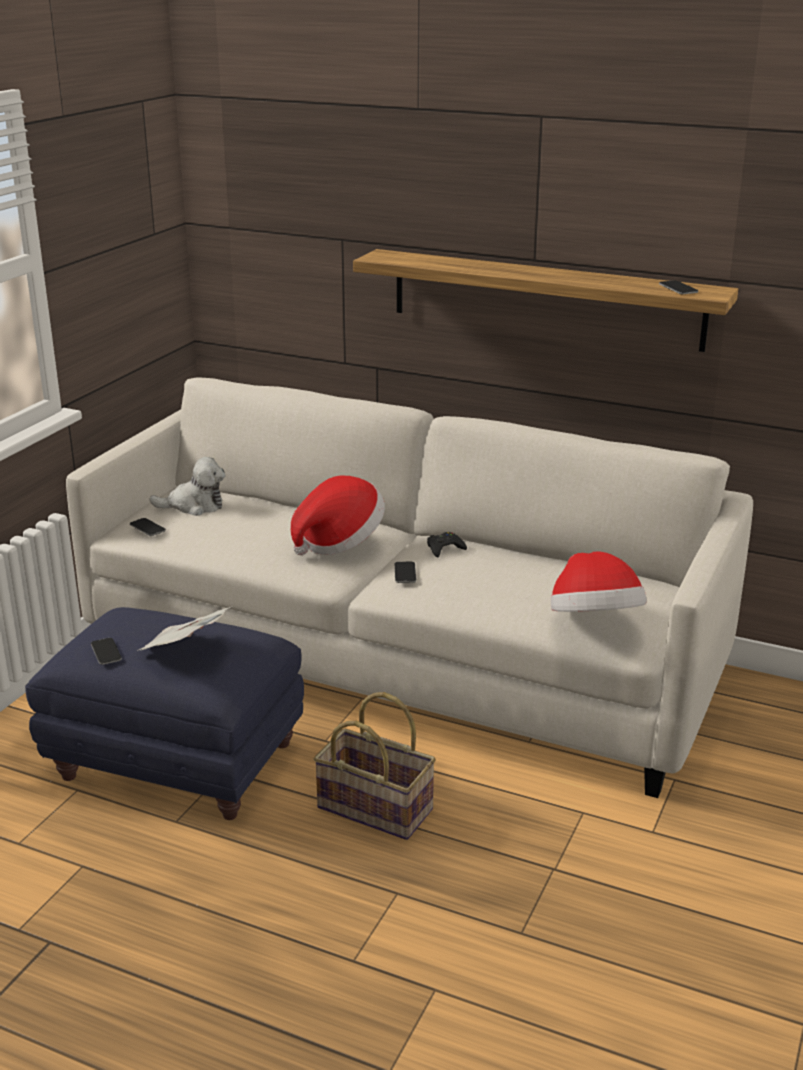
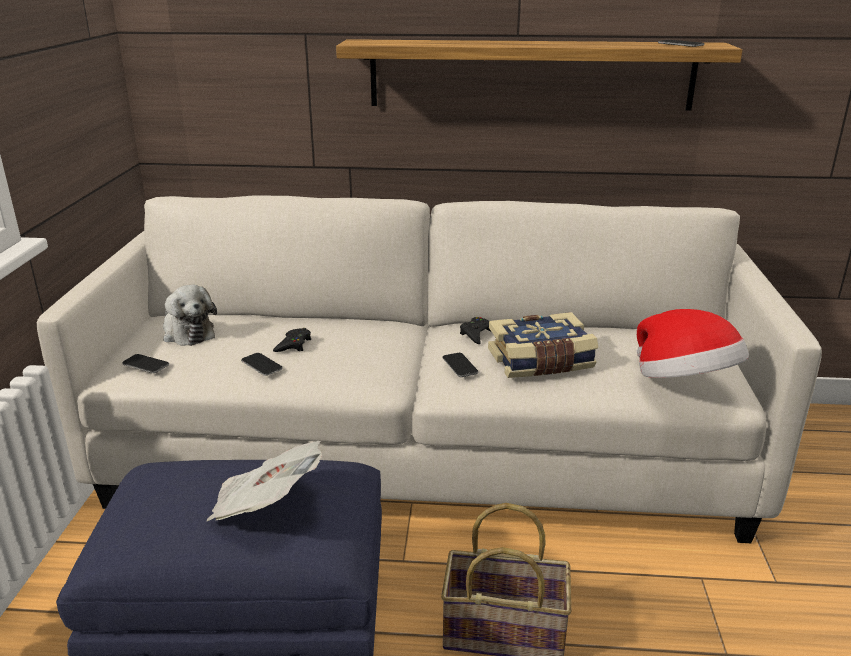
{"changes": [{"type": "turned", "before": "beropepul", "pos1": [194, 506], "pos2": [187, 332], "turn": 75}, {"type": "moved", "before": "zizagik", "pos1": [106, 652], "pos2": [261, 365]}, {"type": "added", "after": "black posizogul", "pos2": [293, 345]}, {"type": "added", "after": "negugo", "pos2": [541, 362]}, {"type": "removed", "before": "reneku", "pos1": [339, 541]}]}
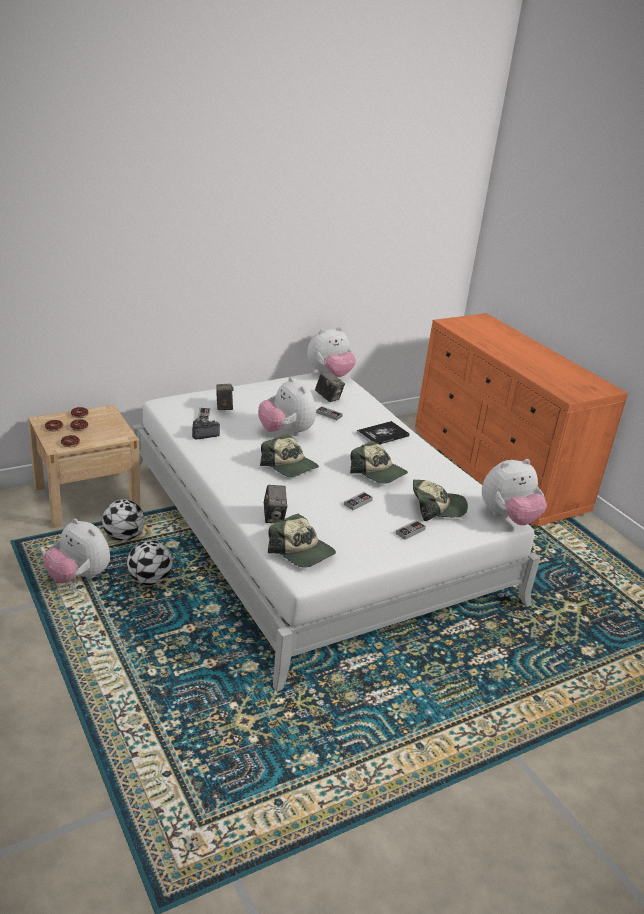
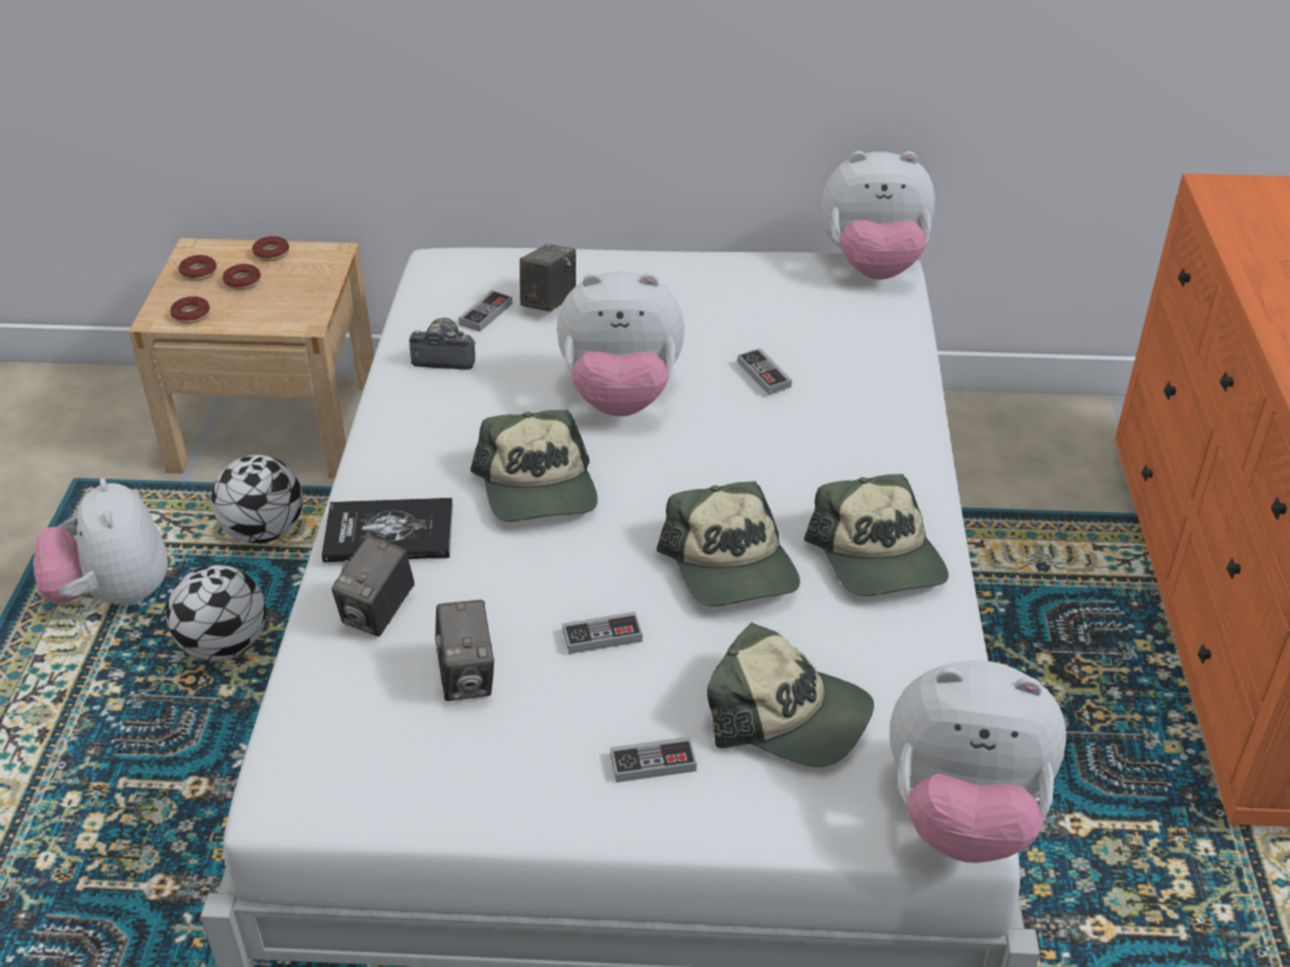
{"changes": [{"type": "moved", "before": "negugo", "pos1": [382, 434], "pos2": [389, 533]}, {"type": "moved", "before": "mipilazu", "pos1": [328, 397], "pos2": [467, 677]}, {"type": "turned", "before": "beropepul", "pos1": [286, 432], "pos2": [621, 397], "turn": -90}, {"type": "moved", "before": "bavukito", "pos1": [301, 551], "pos2": [879, 558]}]}
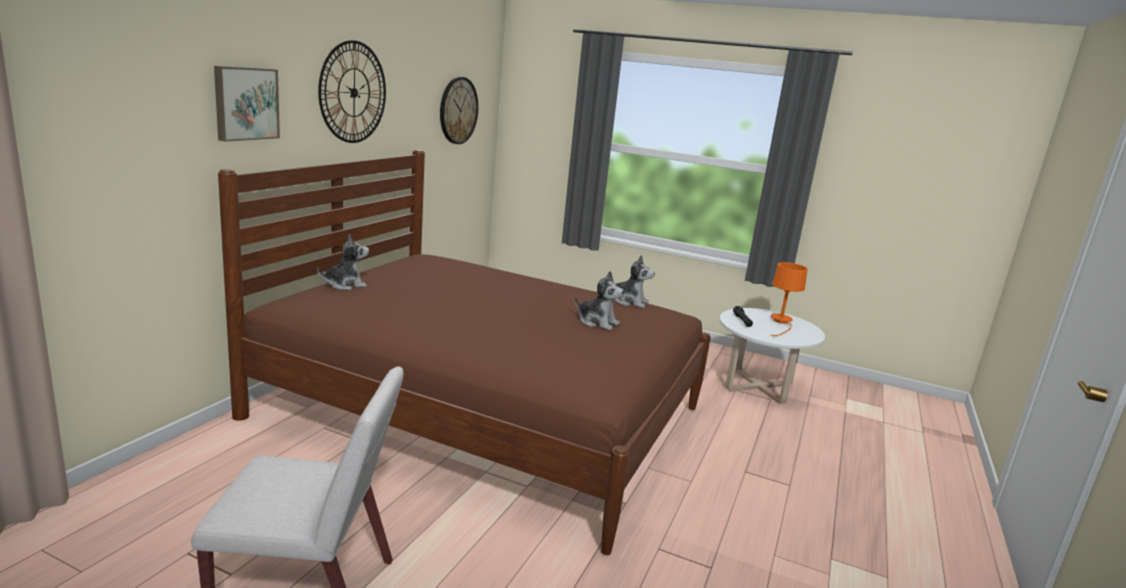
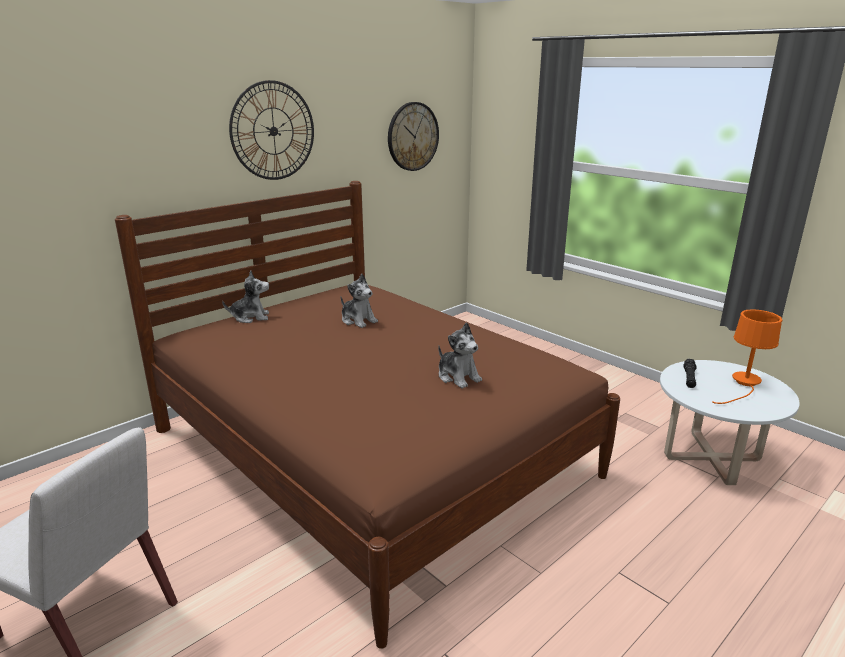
{"changes": [{"type": "moved", "before": "beropepul", "pos1": [629, 302], "pos2": [358, 320]}, {"type": "removed", "before": "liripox", "pos1": [245, 103]}]}
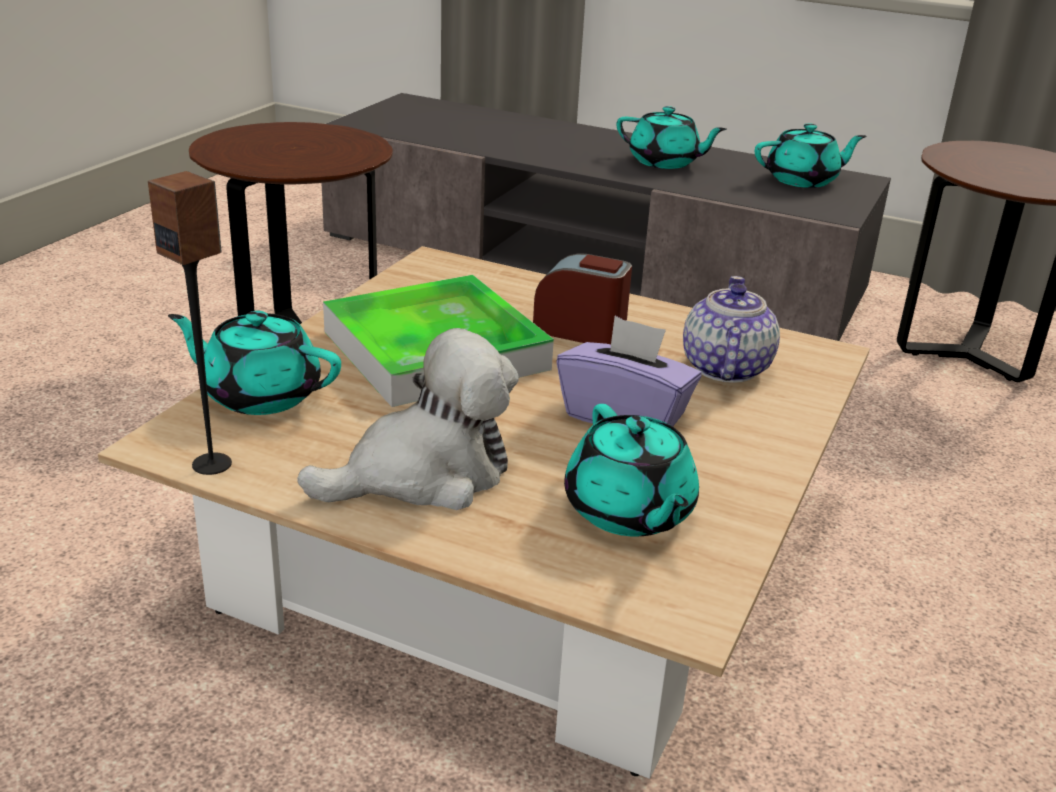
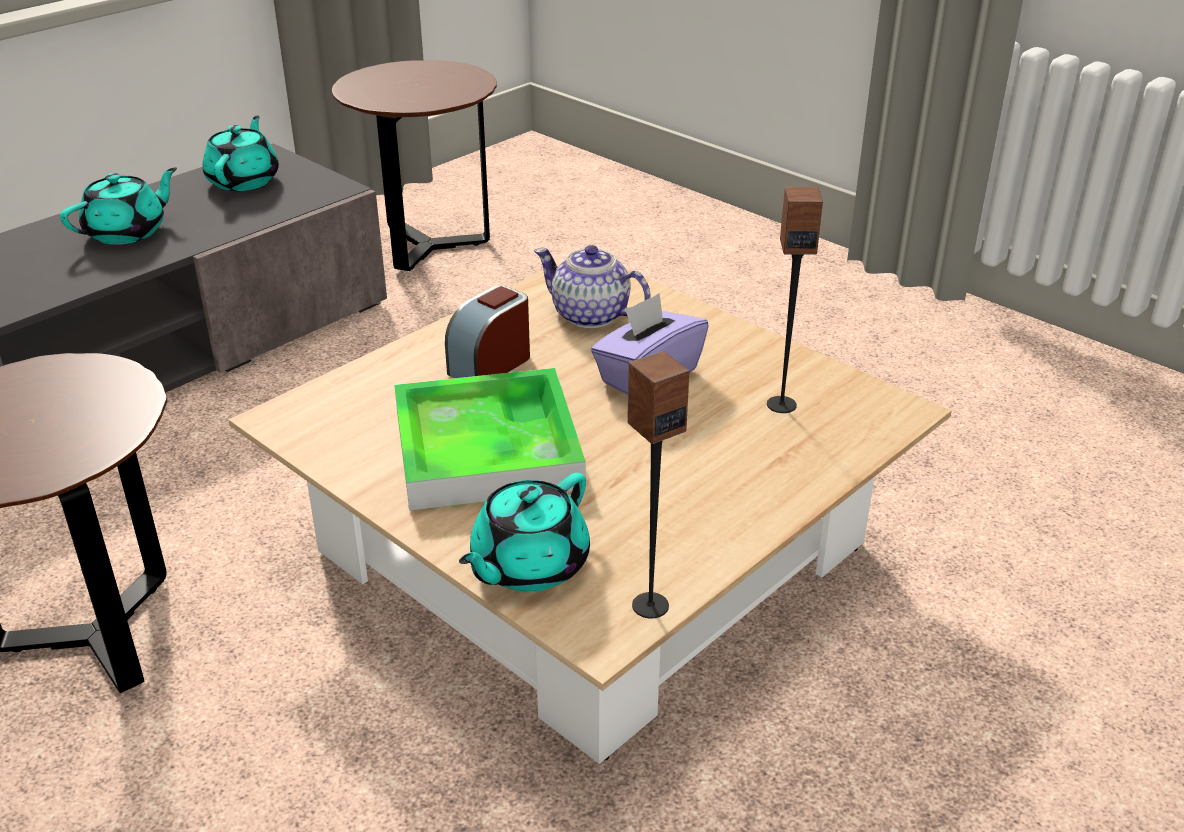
{"changes": [{"type": "replaced", "before": "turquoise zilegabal", "after": "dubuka", "pos1": [629, 512], "pos2": [781, 404]}, {"type": "removed", "before": "beropepul", "pos1": [424, 475]}]}
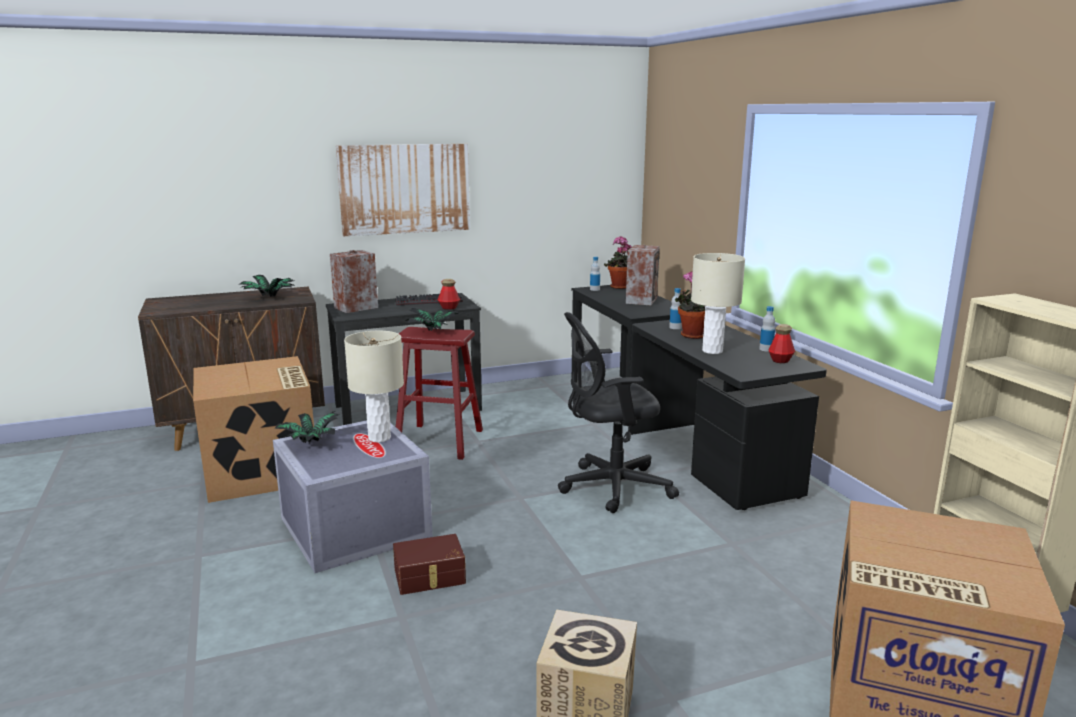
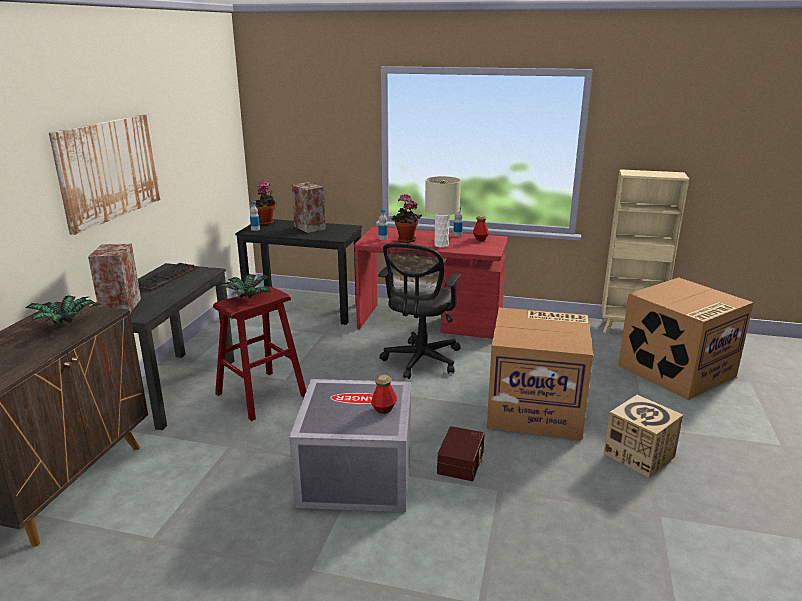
{"changes": [{"type": "recoloured", "before": "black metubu", "after": "red metubu", "pos1": [711, 463], "pos2": [430, 323]}, {"type": "moved", "before": "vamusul", "pos1": [449, 308], "pos2": [384, 409]}, {"type": "moved", "before": "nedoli", "pos1": [263, 471], "pos2": [536, 408]}, {"type": "removed", "before": "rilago", "pos1": [309, 444]}, {"type": "removed", "before": "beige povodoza", "pos1": [379, 438]}]}
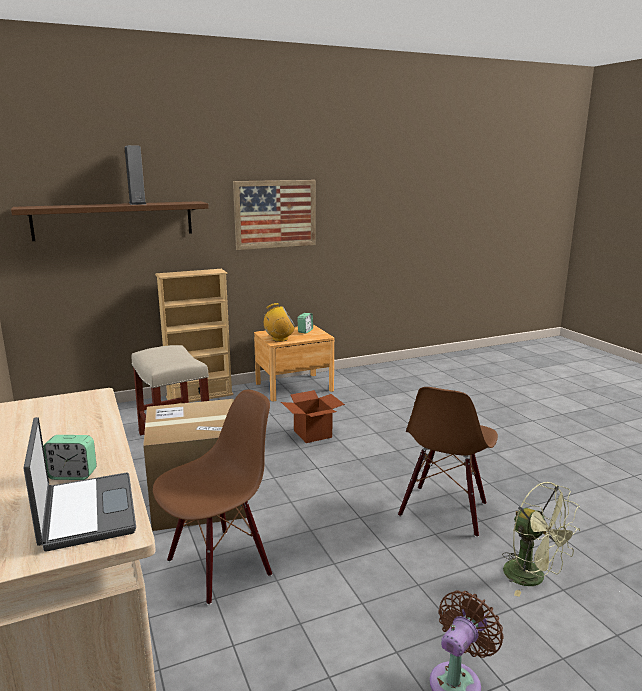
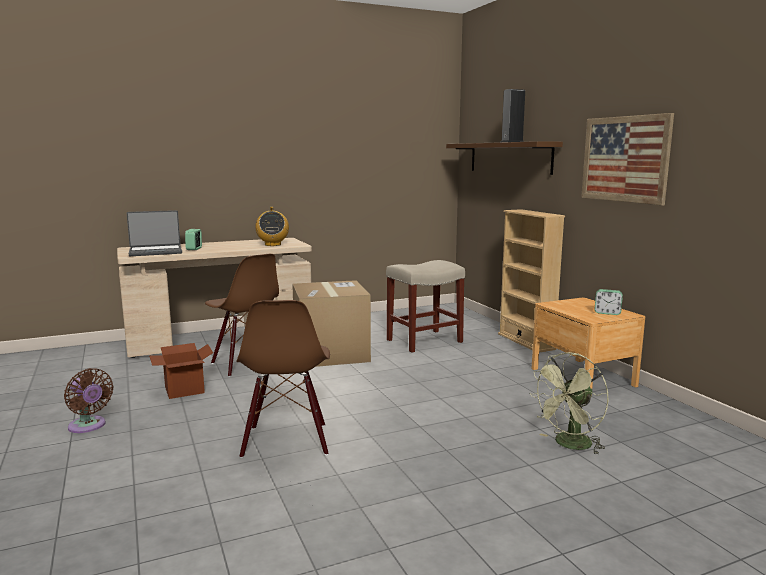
{"changes": [{"type": "moved", "before": "nedoli", "pos1": [312, 434], "pos2": [184, 390]}, {"type": "turned", "before": "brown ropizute", "pos1": [444, 510], "pos2": [286, 441], "turn": -120}, {"type": "moved", "before": "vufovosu", "pos1": [279, 339], "pos2": [272, 244]}, {"type": "moved", "before": "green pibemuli", "pos1": [533, 578], "pos2": [569, 445]}]}
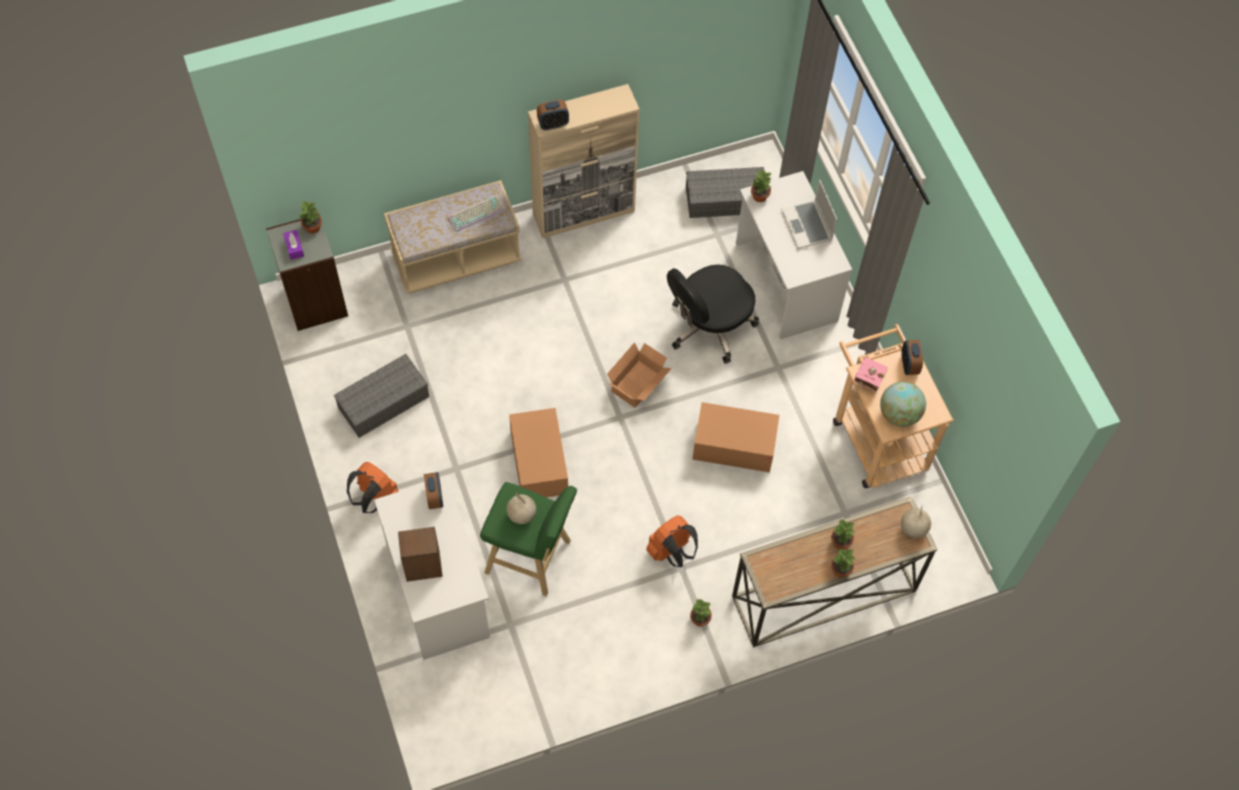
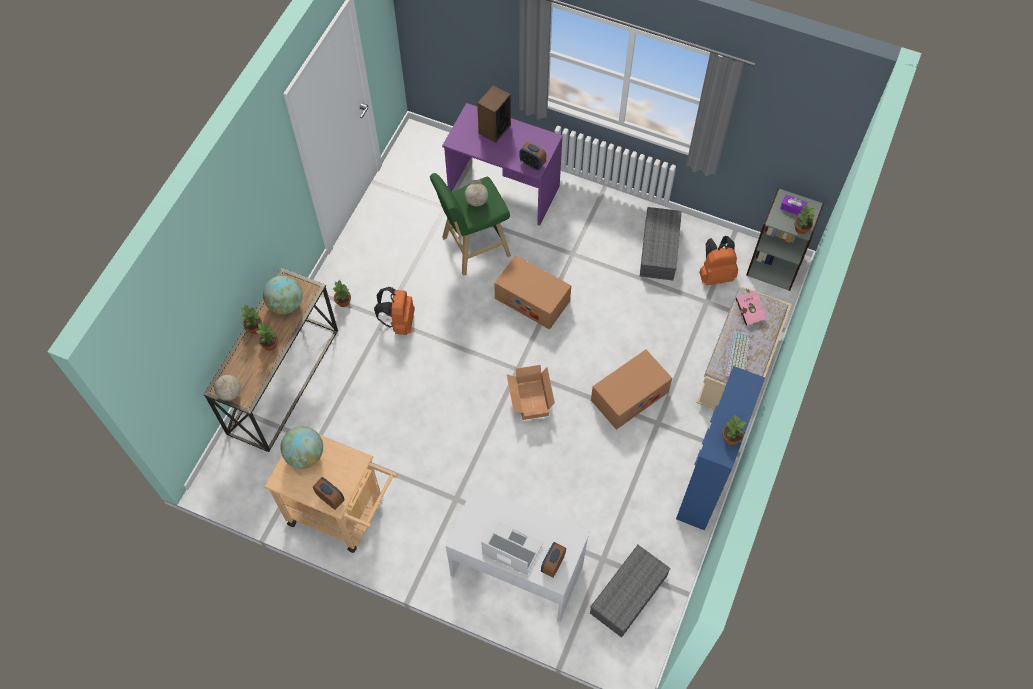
{"changes": [{"type": "added", "after": "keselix", "pos2": [286, 304]}, {"type": "recoloured", "before": "white metubu", "after": "purple metubu", "pos1": [439, 589], "pos2": [503, 190]}, {"type": "moved", "before": "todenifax", "pos1": [553, 124], "pos2": [552, 564]}, {"type": "moved", "before": "nedoli", "pos1": [734, 445], "pos2": [629, 396]}, {"type": "recoloured", "before": "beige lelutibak", "after": "blue lelutibak", "pos1": [584, 213], "pos2": [705, 483]}, {"type": "moved", "before": "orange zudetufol", "pos1": [376, 499], "pos2": [715, 274]}, {"type": "moved", "before": "rilago", "pos1": [759, 196], "pos2": [730, 437]}, {"type": "moved", "before": "pink negugo", "pos1": [868, 380], "pos2": [749, 311]}, {"type": "removed", "before": "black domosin", "pos1": [709, 326]}]}
